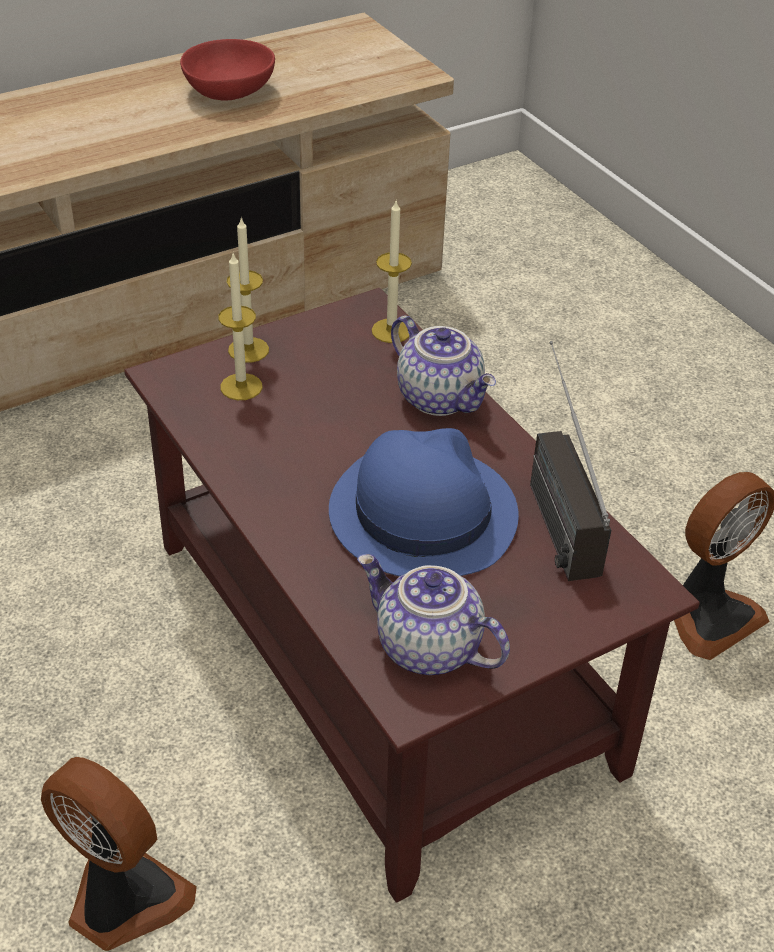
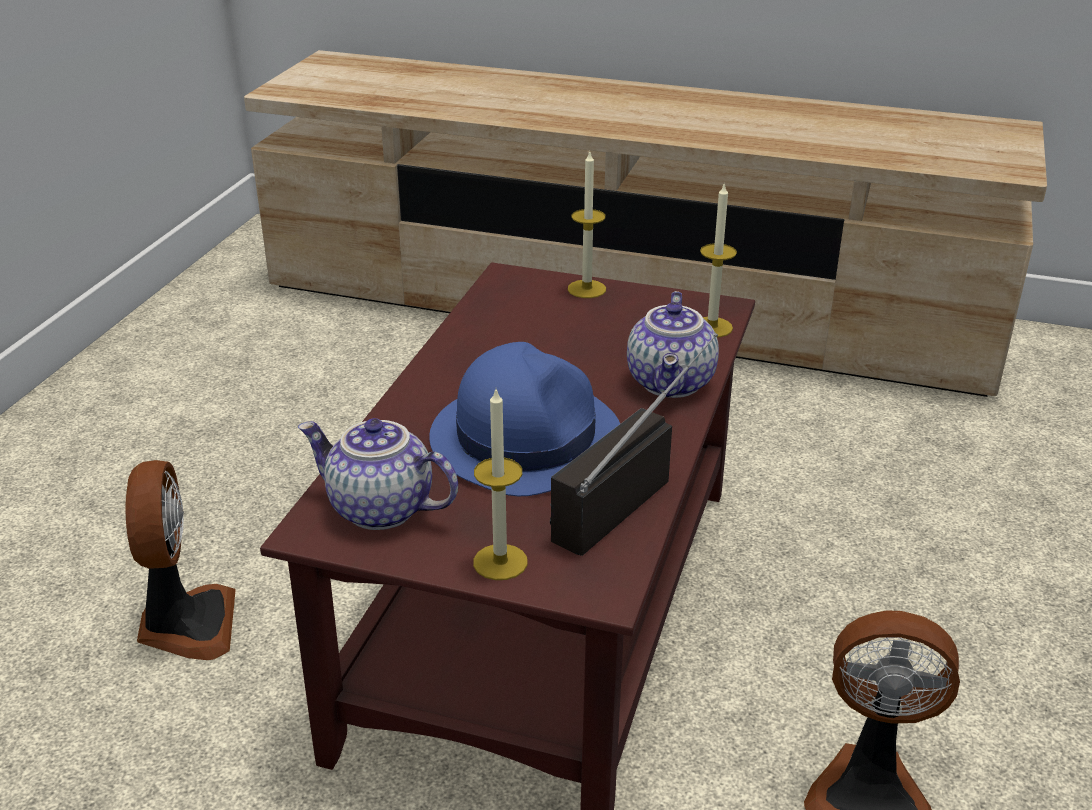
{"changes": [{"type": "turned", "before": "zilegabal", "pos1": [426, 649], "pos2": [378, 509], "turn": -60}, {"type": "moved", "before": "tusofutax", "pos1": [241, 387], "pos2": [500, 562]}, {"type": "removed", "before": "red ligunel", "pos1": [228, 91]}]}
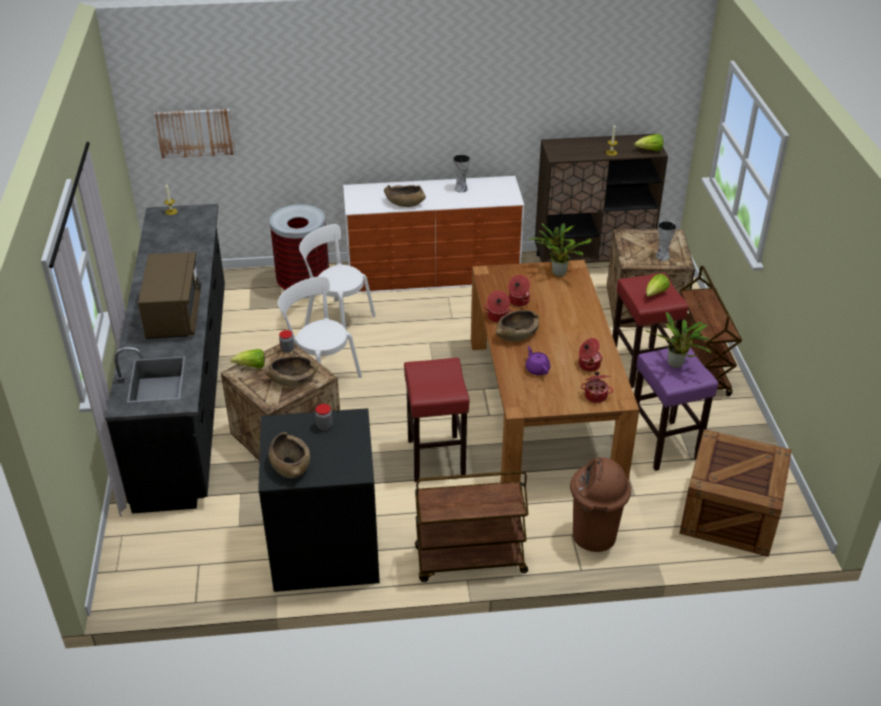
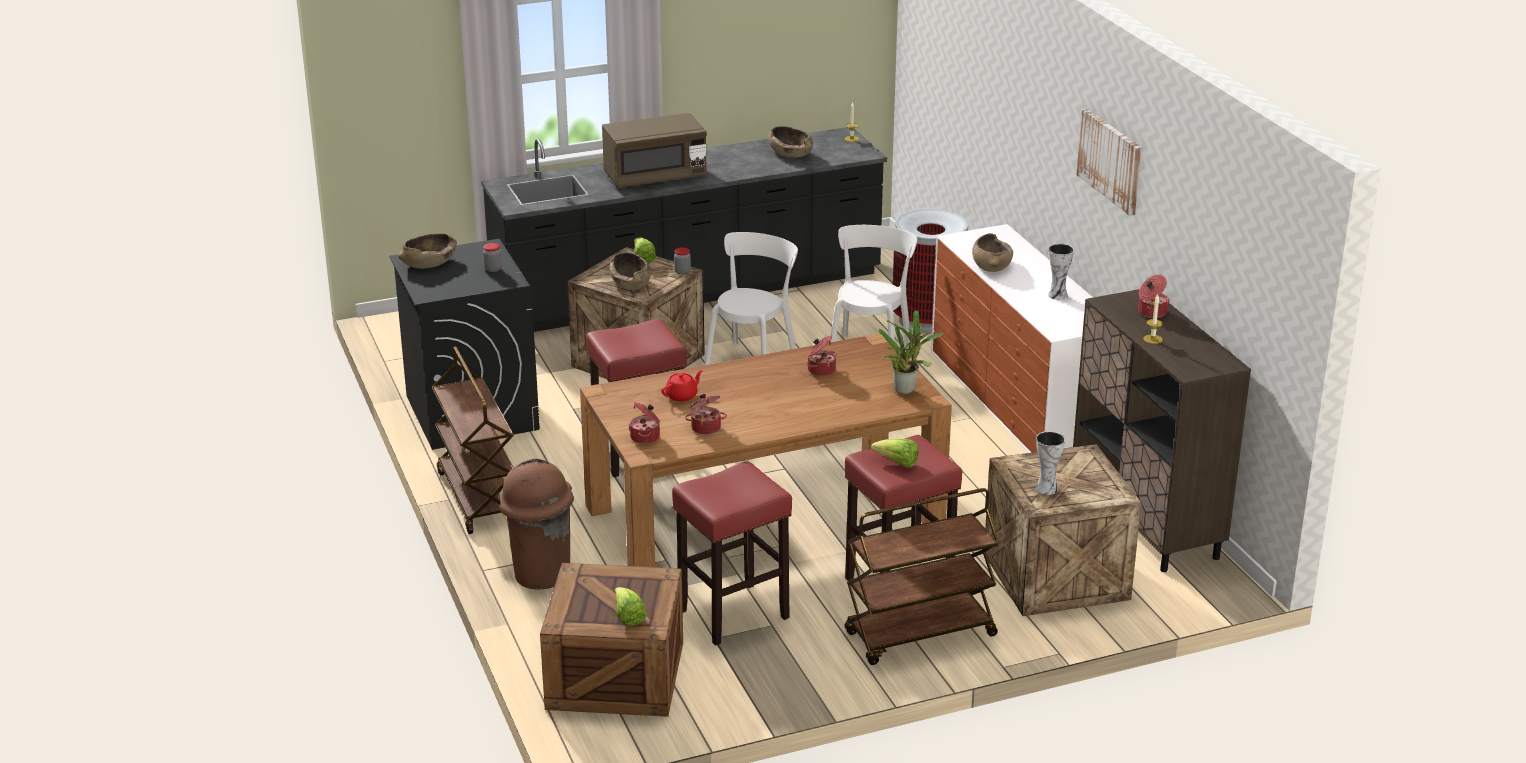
{"changes": [{"type": "moved", "before": "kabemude", "pos1": [649, 150], "pos2": [628, 617]}, {"type": "recoloured", "before": "purple zilegabal", "after": "red zilegabal", "pos1": [537, 369], "pos2": [682, 396]}, {"type": "recoloured", "before": "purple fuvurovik", "after": "red fuvurovik", "pos1": [664, 445], "pos2": [732, 614]}, {"type": "moved", "before": "brown ligunel", "pos1": [517, 334], "pos2": [790, 153]}, {"type": "moved", "before": "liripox", "pos1": [195, 132], "pos2": [1110, 161]}, {"type": "moved", "before": "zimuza", "pos1": [497, 317], "pos2": [1151, 312]}, {"type": "removed", "before": "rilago", "pos1": [676, 365]}]}
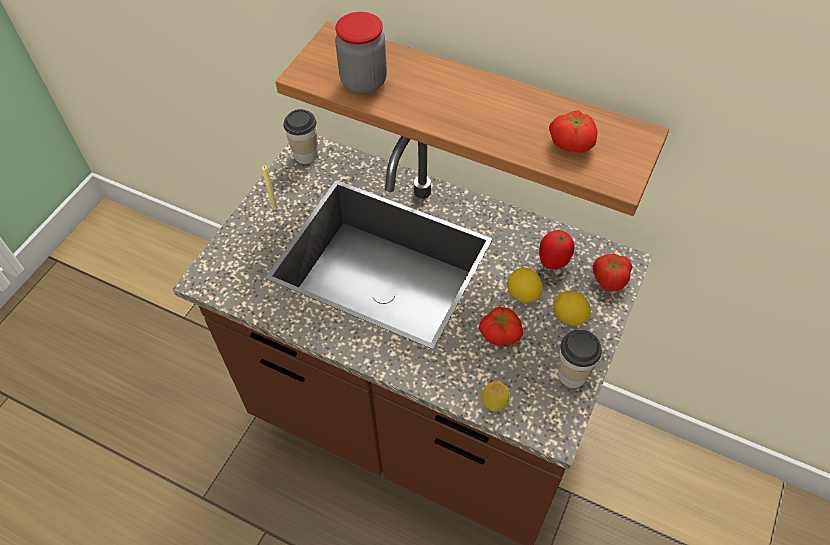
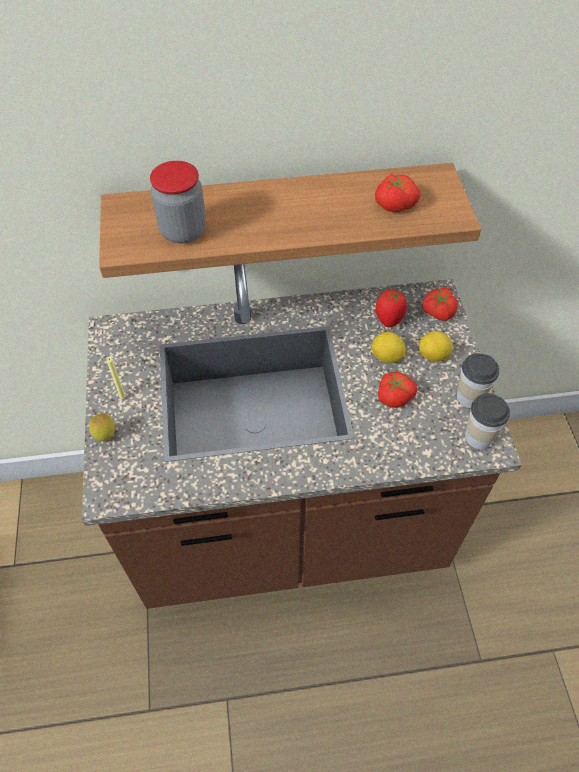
{"changes": [{"type": "moved", "before": "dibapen", "pos1": [494, 405], "pos2": [106, 436]}, {"type": "moved", "before": "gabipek", "pos1": [305, 155], "pos2": [478, 437]}]}
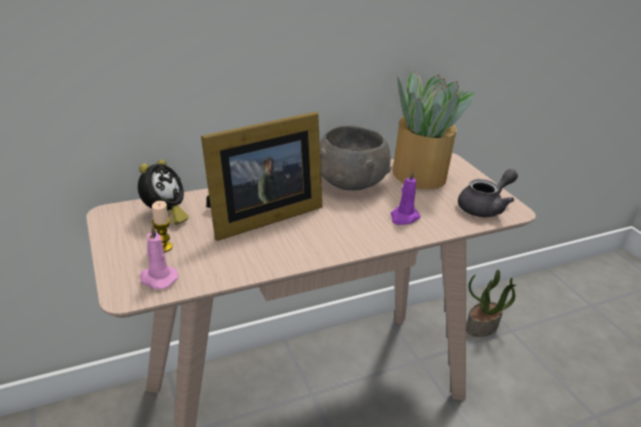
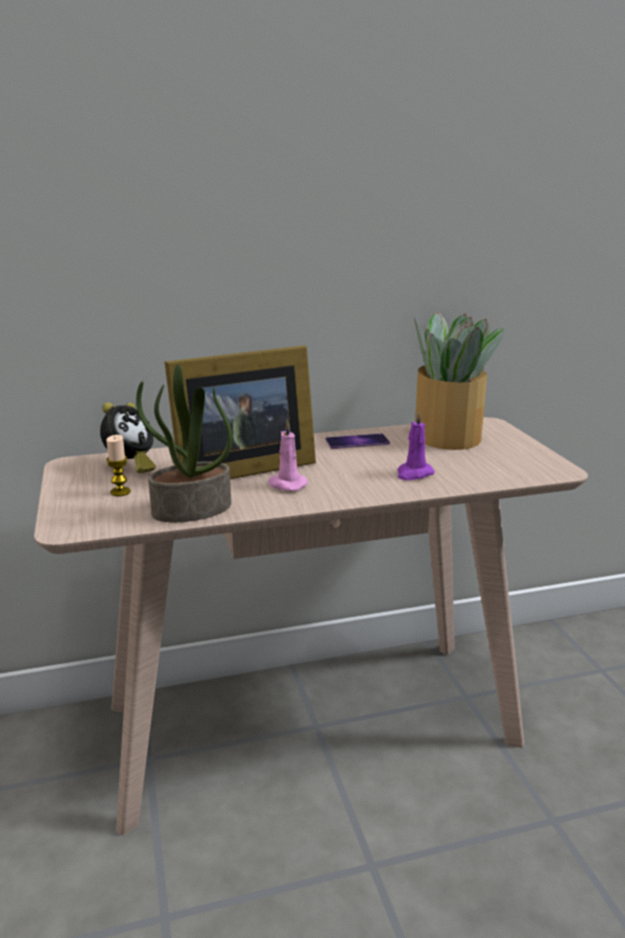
{"changes": [{"type": "moved", "before": "rilago", "pos1": [482, 327], "pos2": [191, 510]}, {"type": "moved", "before": "pink tusofutax", "pos1": [157, 278], "pos2": [286, 484]}, {"type": "replaced", "before": "grey ligunel", "after": "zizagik", "pos1": [349, 181], "pos2": [357, 442]}, {"type": "removed", "before": "grey zilegabal", "pos1": [485, 207]}]}
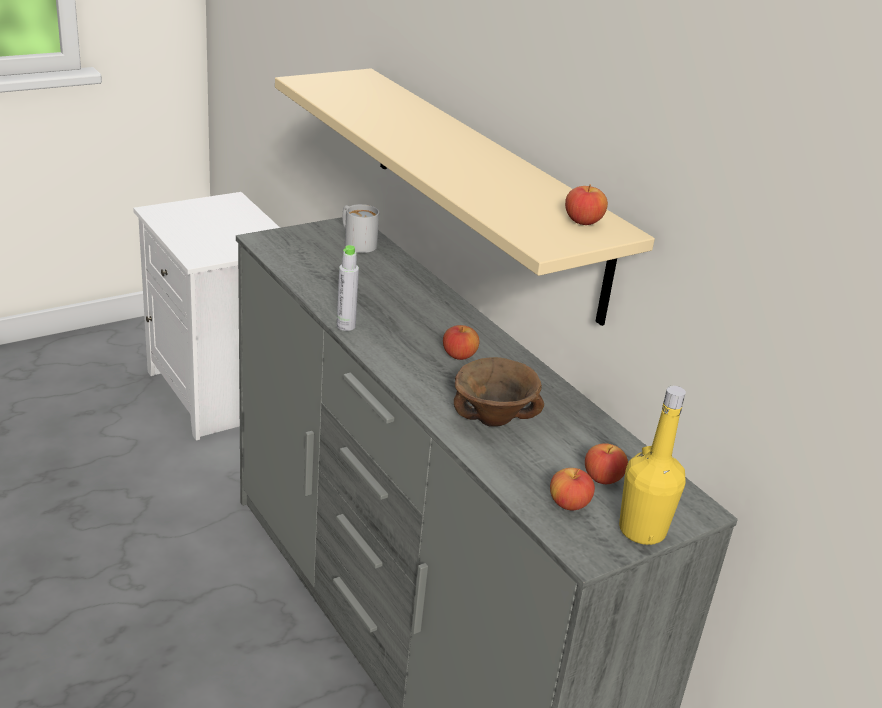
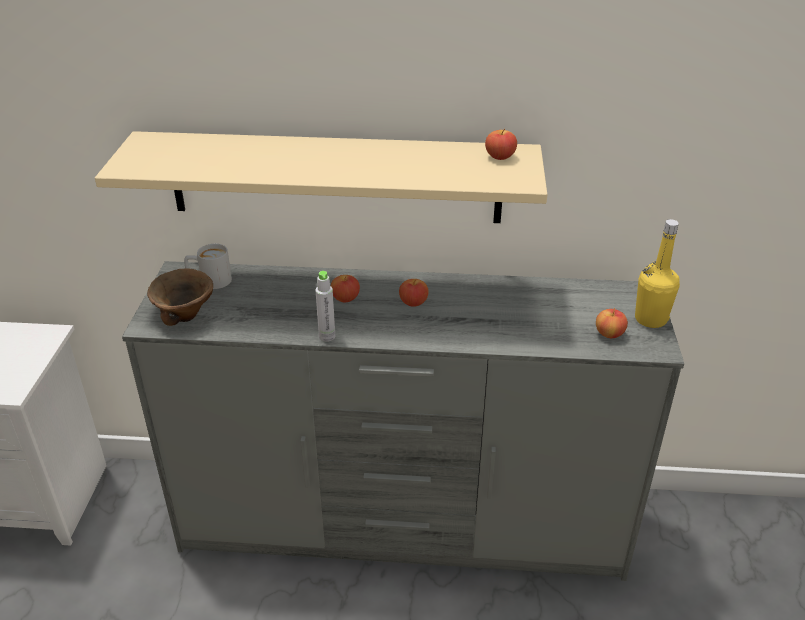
{"changes": [{"type": "moved", "before": "brown ligunel", "pos1": [494, 419], "pos2": [186, 315]}, {"type": "moved", "before": "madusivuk", "pos1": [602, 478], "pos2": [345, 298]}]}
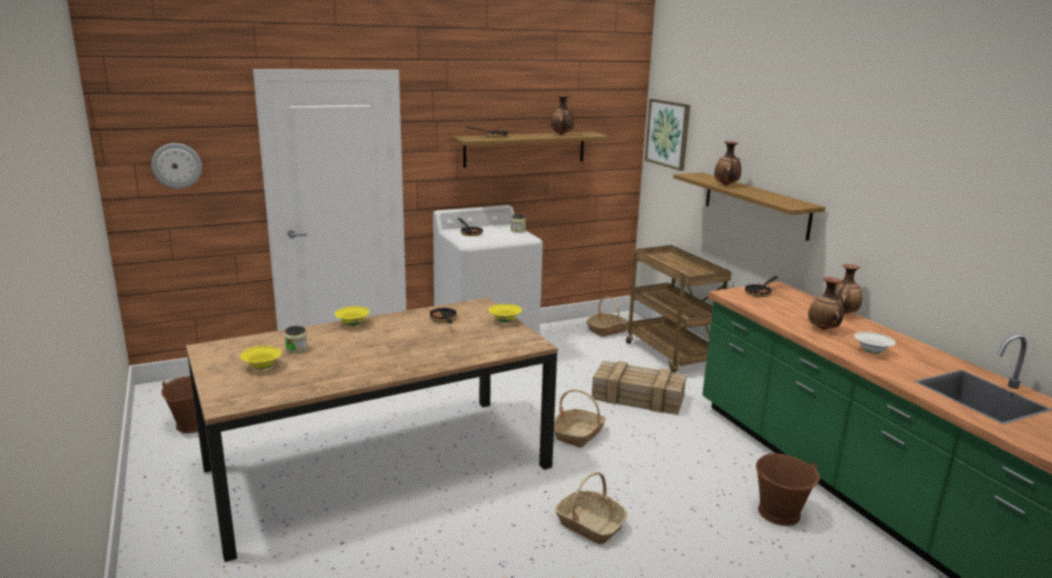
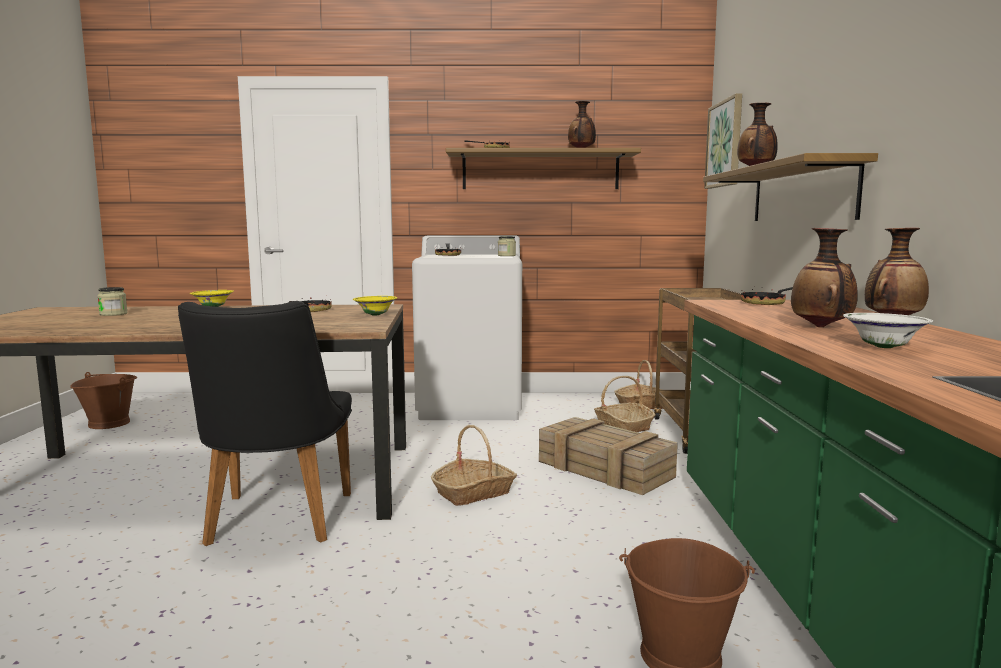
{"changes": [{"type": "added", "after": "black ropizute", "pos2": [274, 524]}, {"type": "moved", "before": "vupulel", "pos1": [589, 525], "pos2": [623, 425]}, {"type": "removed", "before": "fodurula", "pos1": [177, 165]}, {"type": "removed", "before": "yellow ligunel", "pos1": [262, 367]}]}
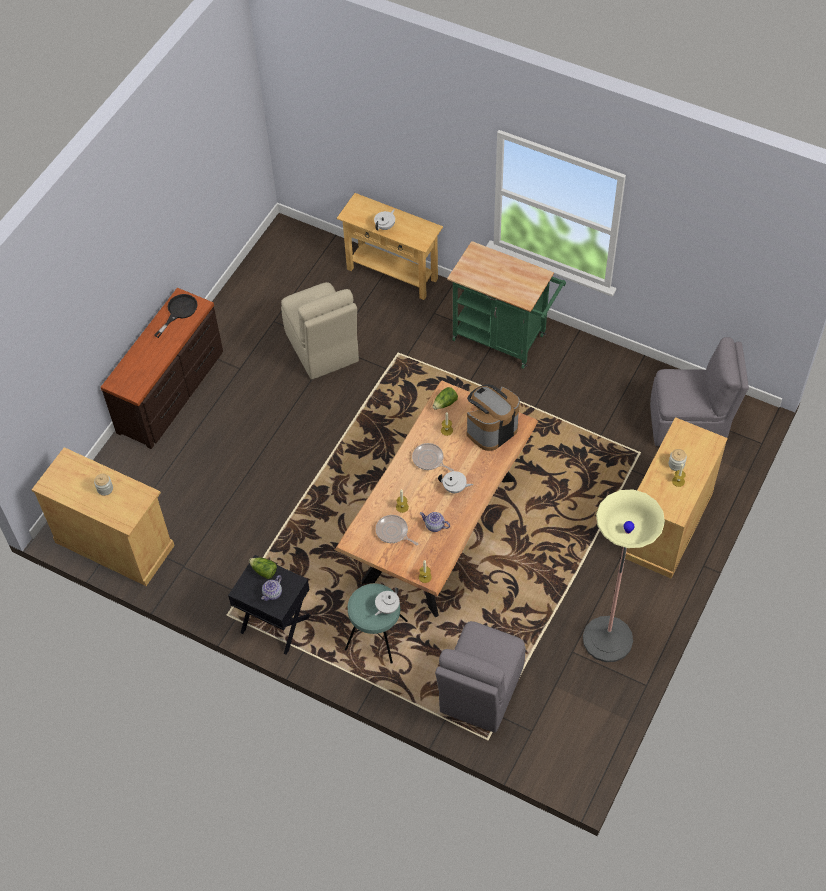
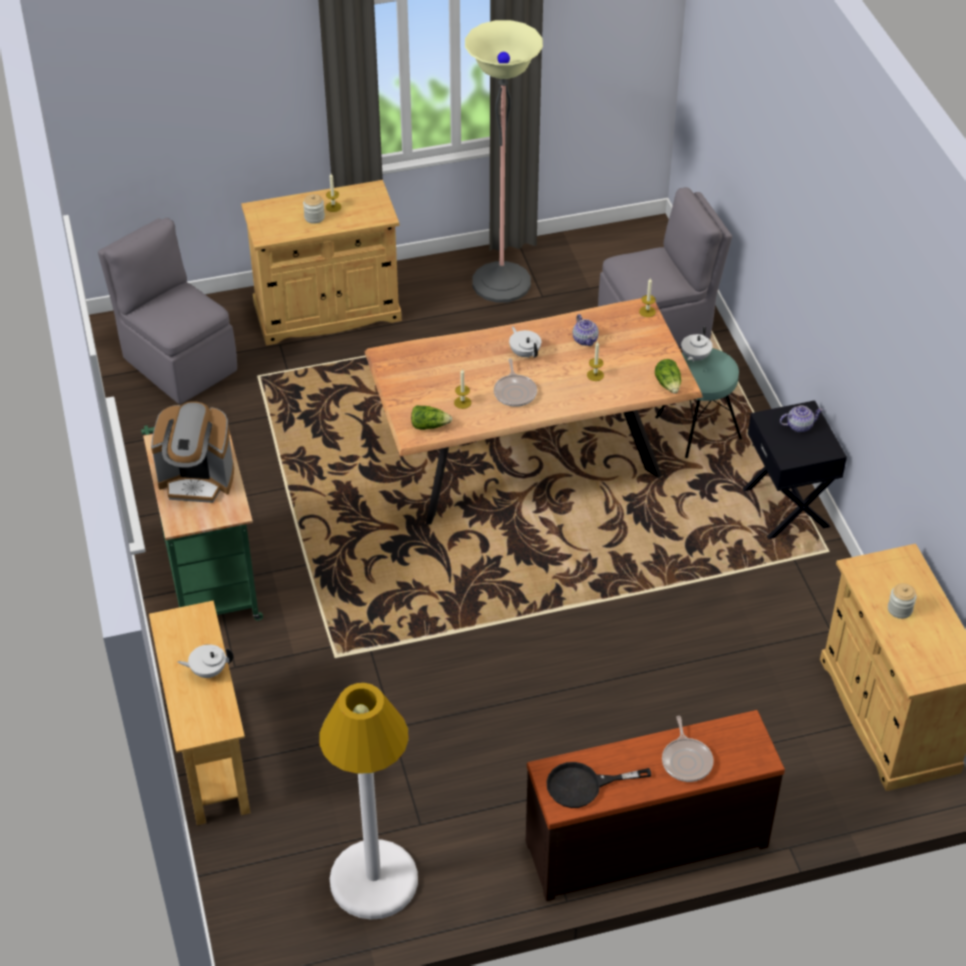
{"changes": [{"type": "moved", "before": "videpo", "pos1": [491, 429], "pos2": [197, 480]}, {"type": "added", "after": "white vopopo", "pos2": [373, 880]}, {"type": "moved", "before": "kabemude", "pos1": [264, 571], "pos2": [668, 384]}, {"type": "moved", "before": "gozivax", "pos1": [393, 532], "pos2": [686, 760]}, {"type": "turned", "before": "white zilegabal", "pos1": [387, 607], "pos2": [694, 357], "turn": 120}, {"type": "removed", "before": "beige ropizute", "pos1": [322, 348]}]}
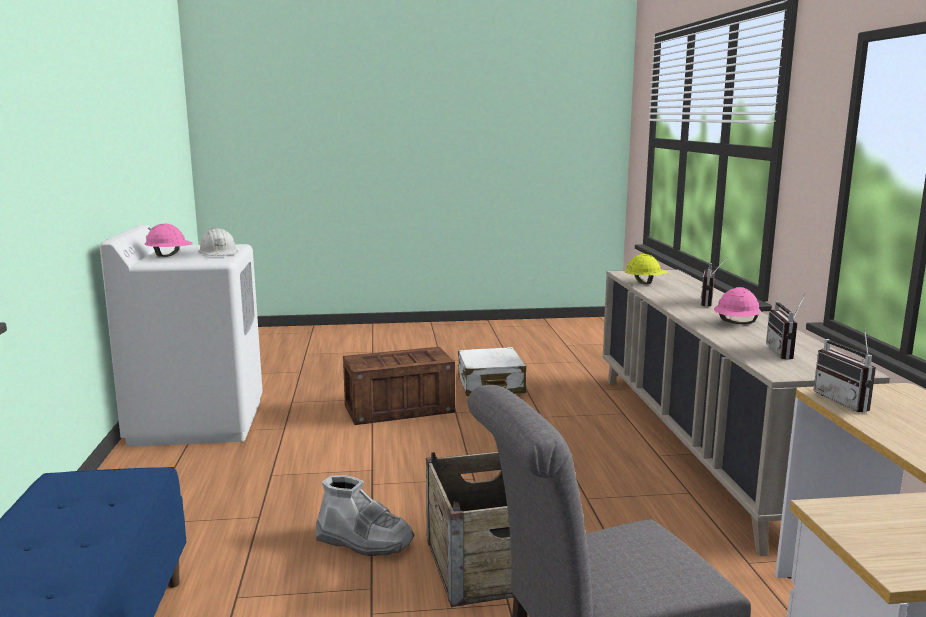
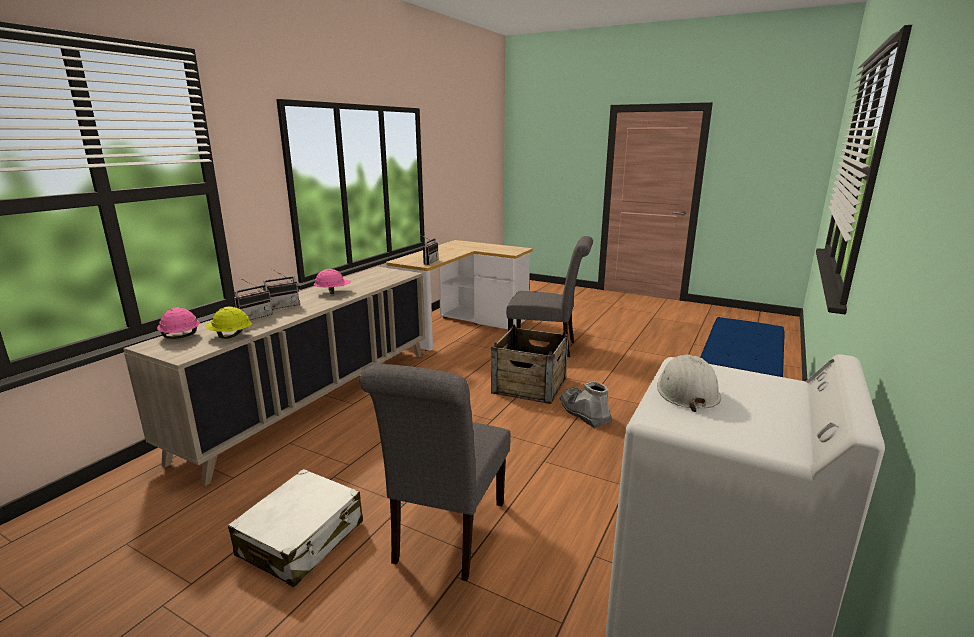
{"changes": [{"type": "moved", "before": "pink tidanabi", "pos1": [170, 256], "pos2": [180, 336]}, {"type": "moved", "before": "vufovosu", "pos1": [786, 353], "pos2": [253, 317]}, {"type": "replaced", "before": "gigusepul", "after": "grey ropizute", "pos1": [400, 408], "pos2": [446, 536]}]}
